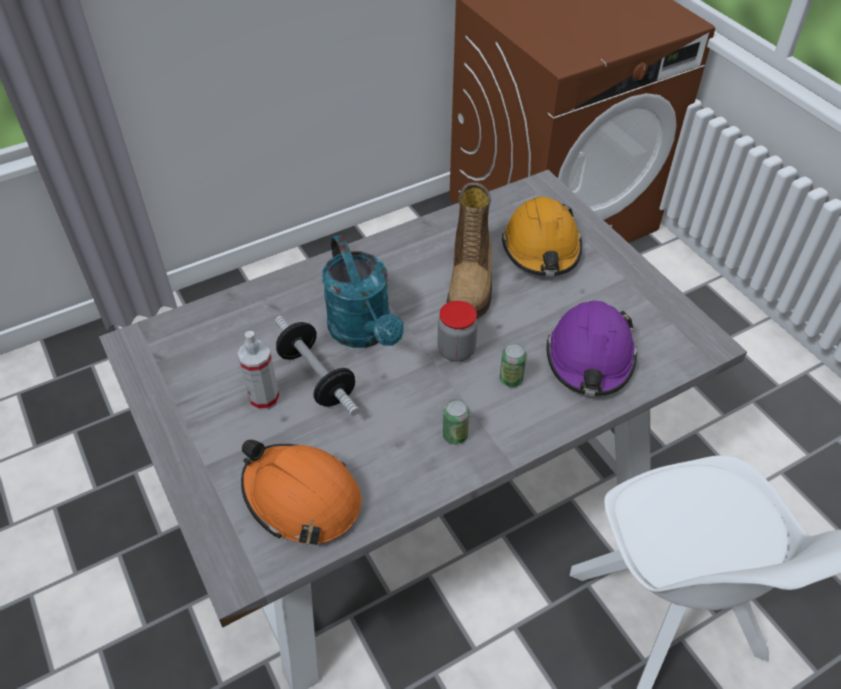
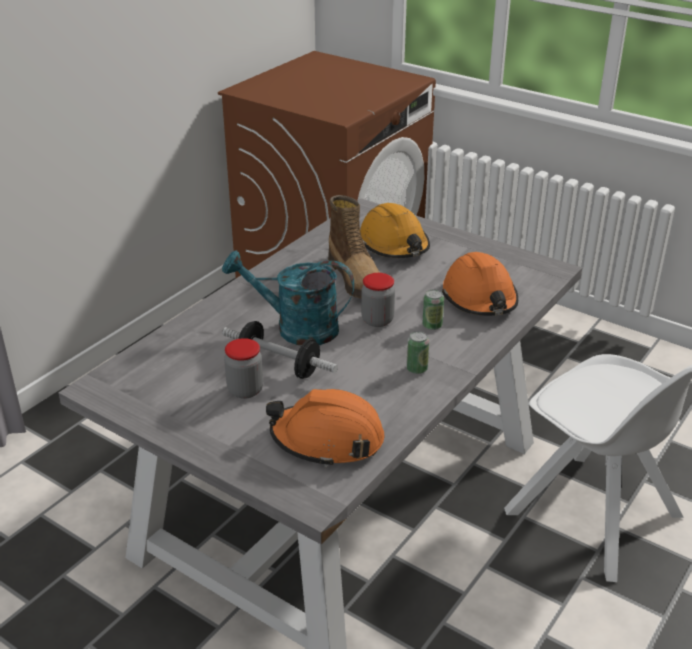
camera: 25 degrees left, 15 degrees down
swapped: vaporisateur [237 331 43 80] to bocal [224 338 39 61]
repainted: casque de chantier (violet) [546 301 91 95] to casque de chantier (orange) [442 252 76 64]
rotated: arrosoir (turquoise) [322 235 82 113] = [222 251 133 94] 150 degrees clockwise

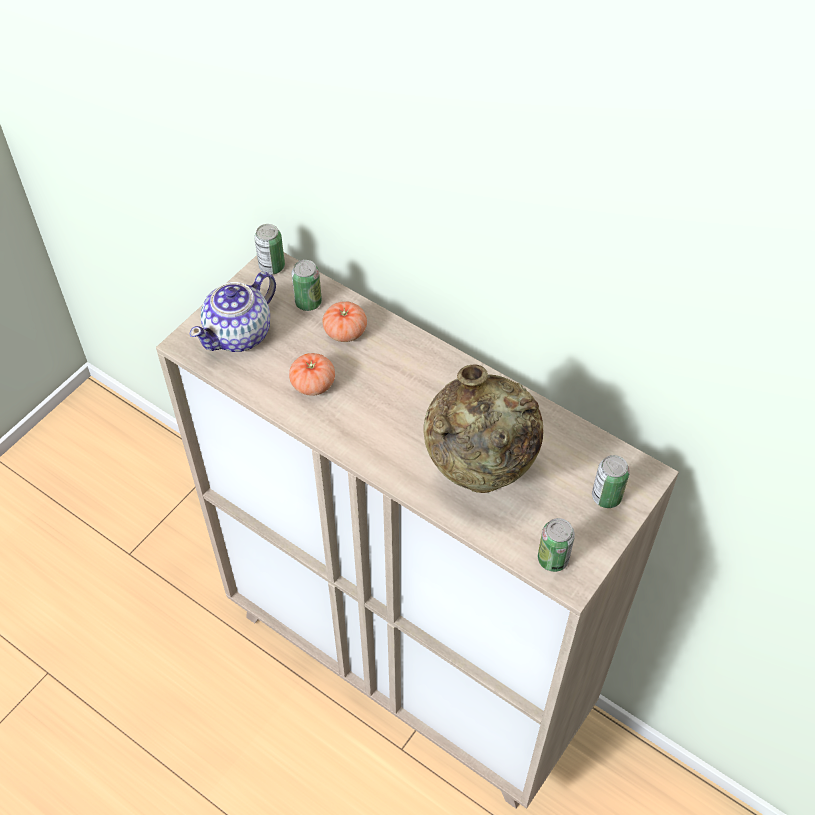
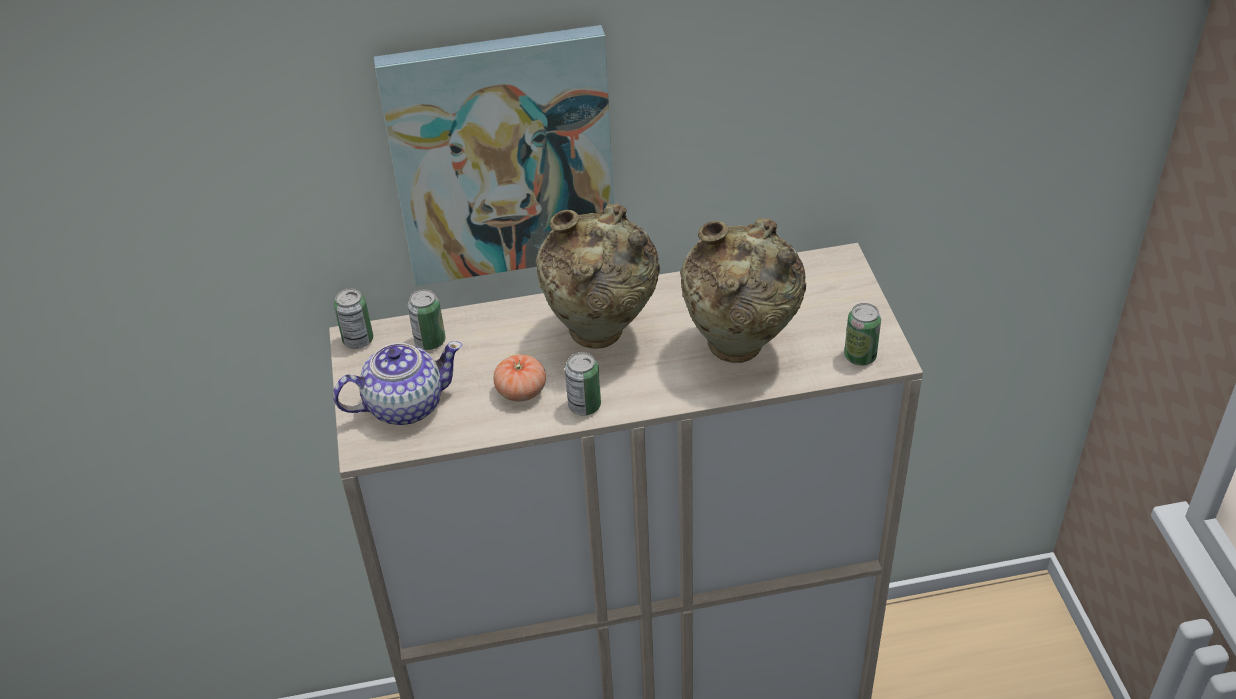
camera: 45 degrees left, 10 degrees down
gone: tomate [322 301 45 41]
new: tableau [374 25 240 261]; vase (beige) [536 203 124 146]
shifted: boîte métallique [592 455 38 53] to [565 352 36 64]
rotated: théière [190 272 86 80] = [333 341 129 84] 105 degrees counterclockwise

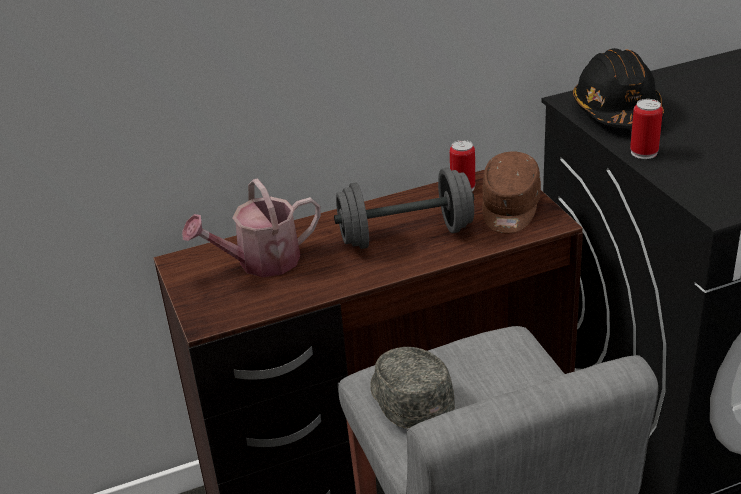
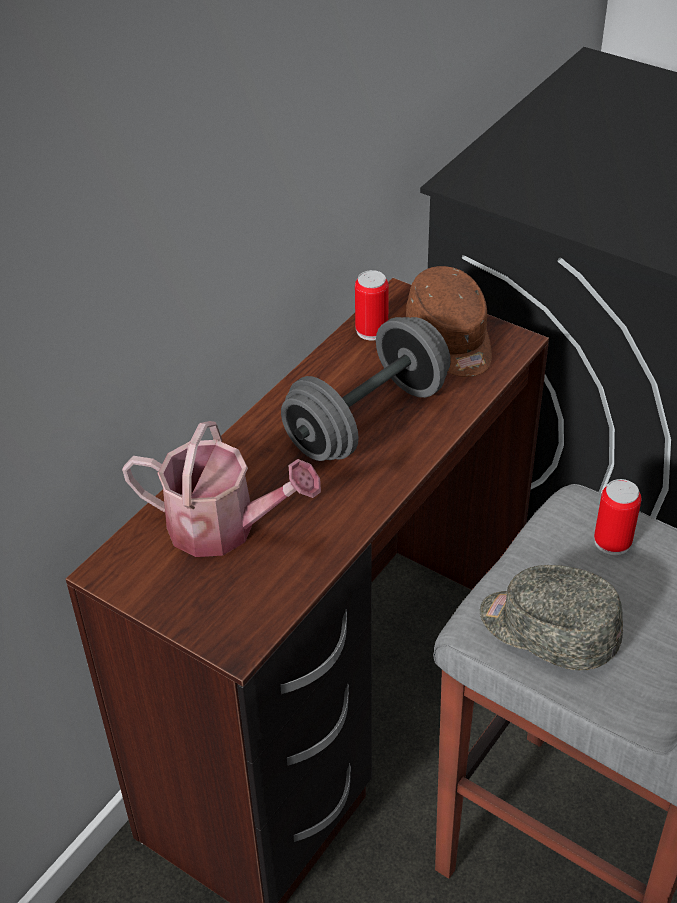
camera: 35 degrees left, 10 degrees up
gone: casque de chantier (noir) [573 48 91 80]
shifted: boîte métallique [630 99 33 60] to [594 479 47 77]
rotated: arrosoir [182 178 139 99] = [122 421 199 136] 105 degrees counterclockwise

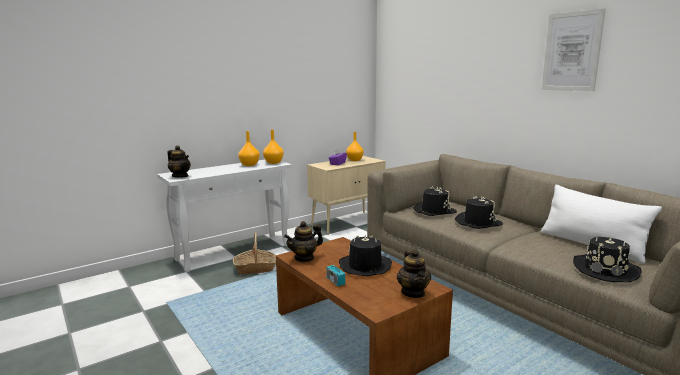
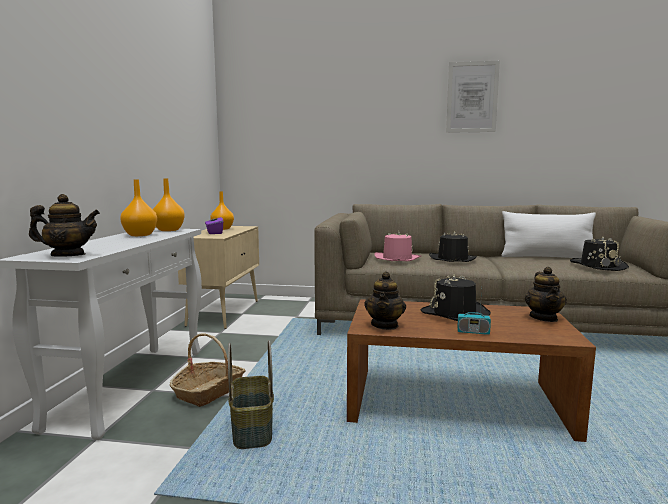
camera: 45 degrees left, 5 degrees down
new: panier [228 340 46 109]
repainted: chapeau (noir) [413 186 44 30] to chapeau (rose) [374 231 47 30]
rotated: théière [397 249 34 49] = [525 267 42 55] 60 degrees clockwise

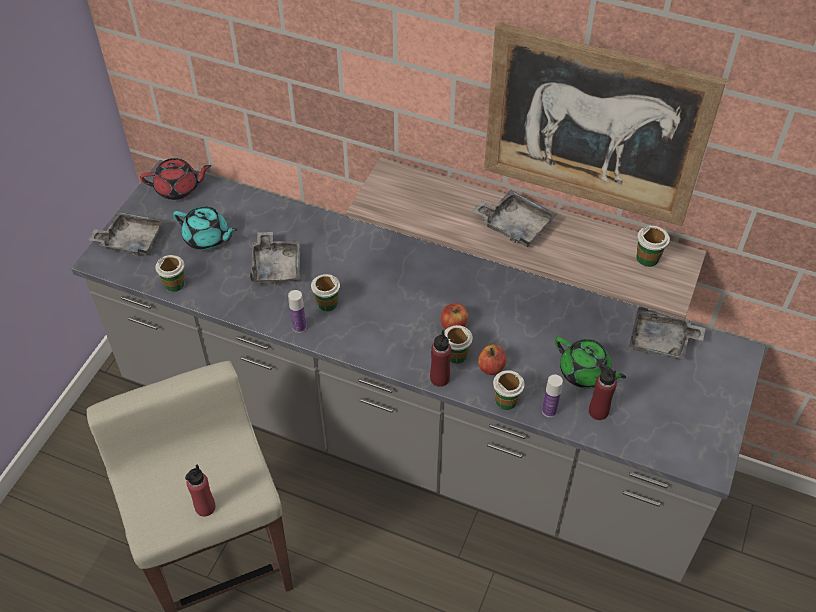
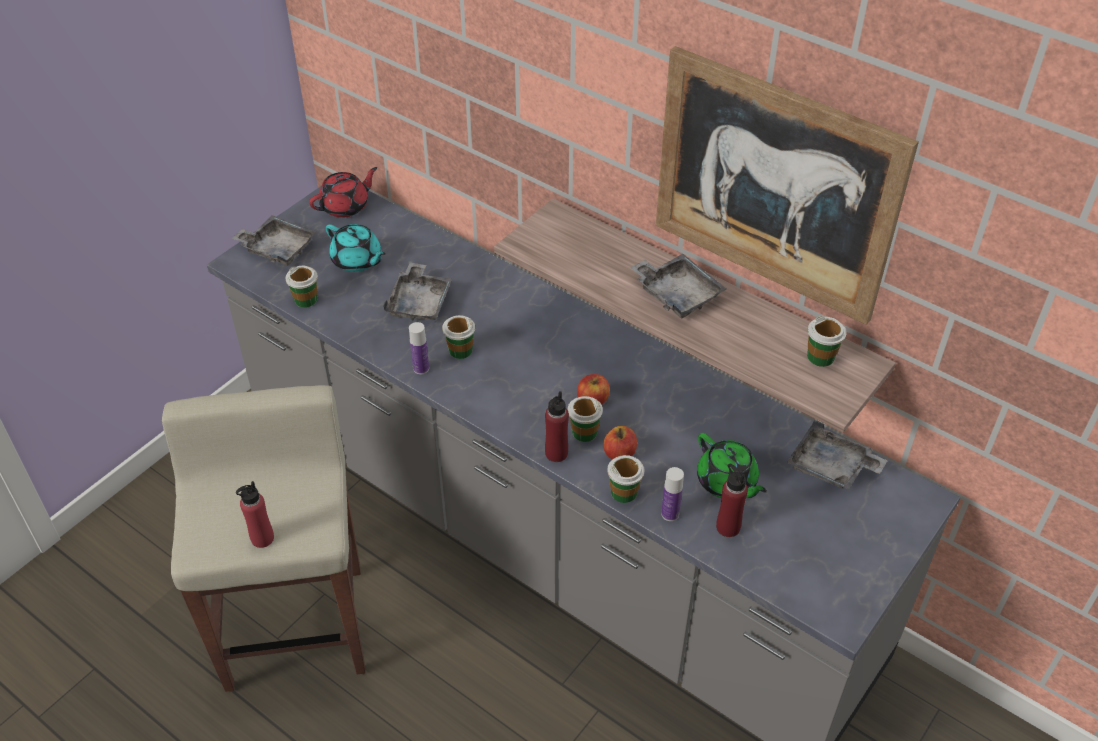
camera: 15 degrees right, 5 degrees down
rotated: théière (rouge) [140 158 71 42] = [309 167 68 51] 45 degrees counterclockwise

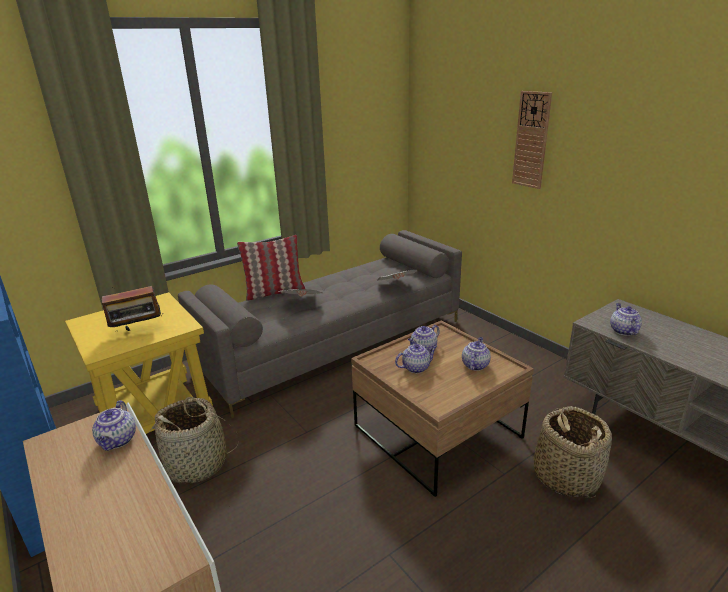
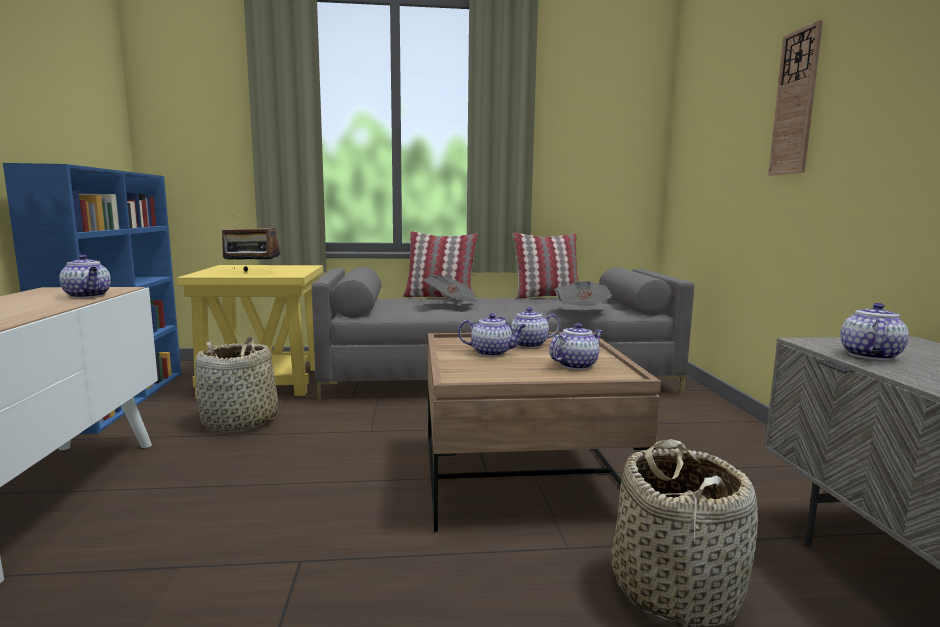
camera: 30 degrees right, 15 degrees down
new: coussin [513 233 65 66]
rotated: théière [92 400 44 51] = [59 254 52 44] 75 degrees counterclockwise

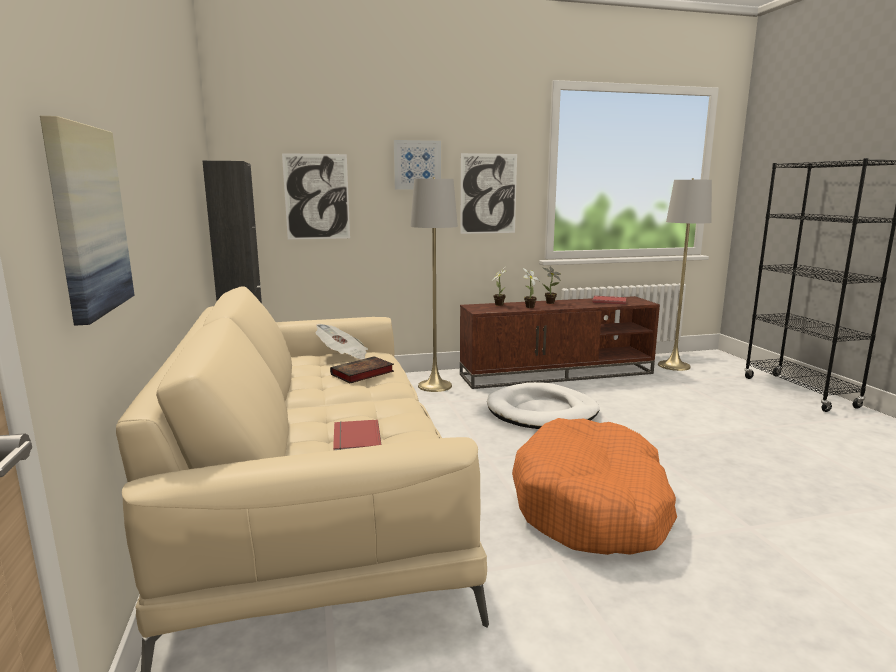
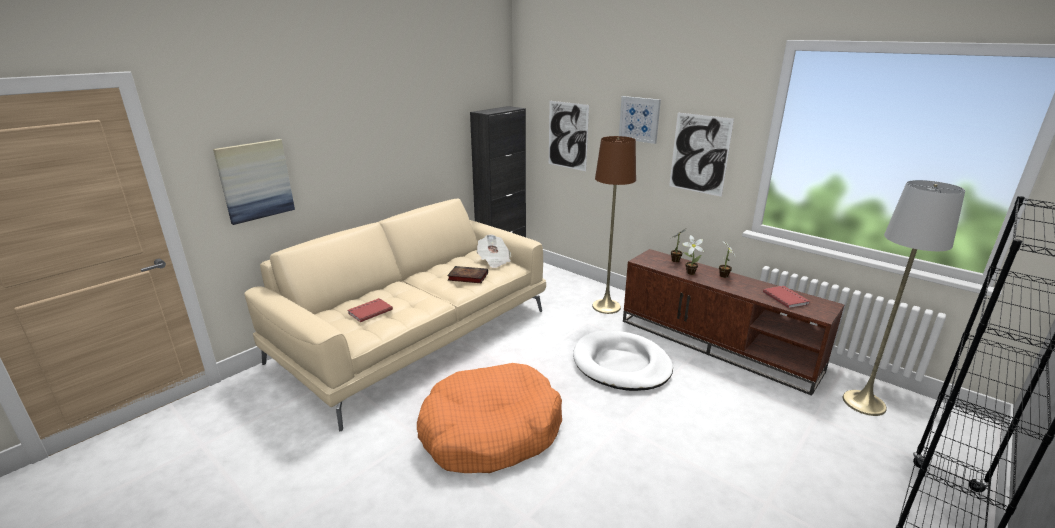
camera: 55 degrees right, 10 degrees up
repainted: lampadaire (gris) [410 177 48 215] to lampadaire (marron) [592 136 44 178]

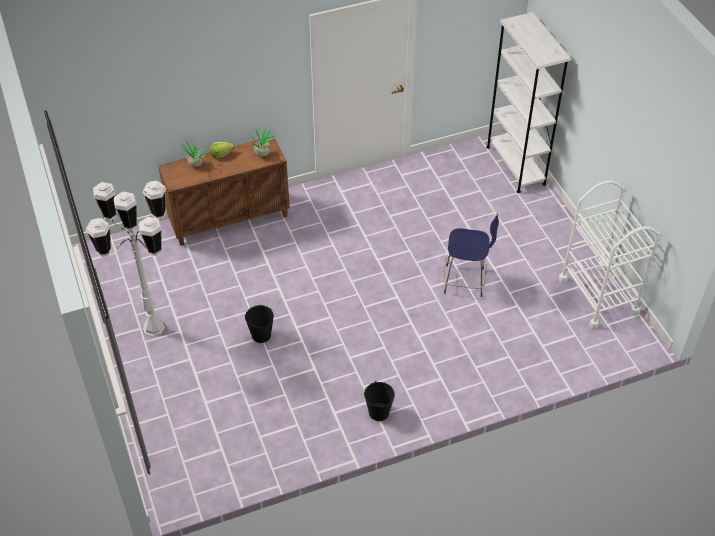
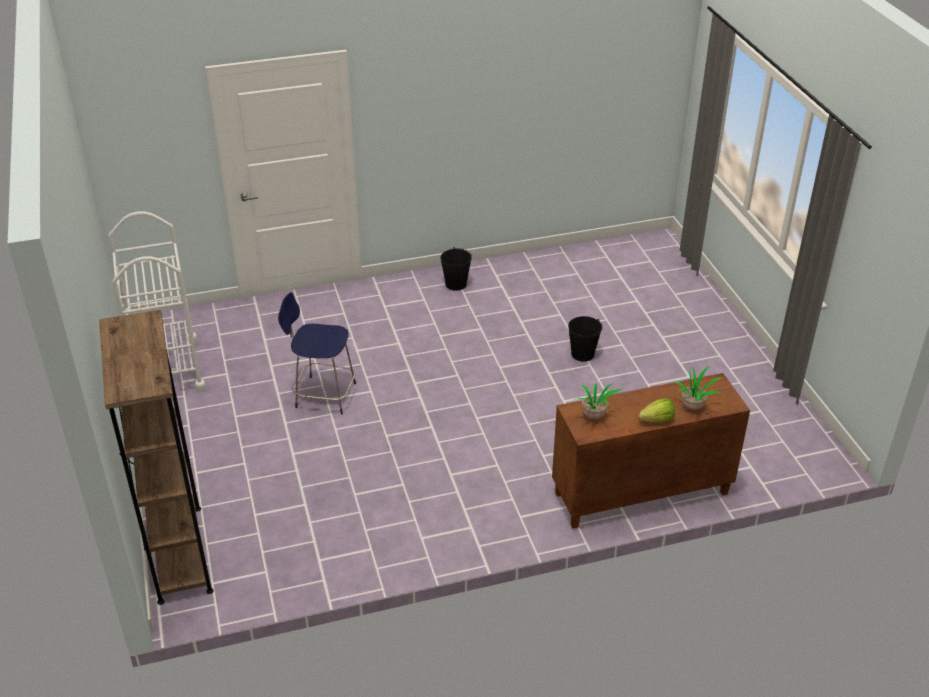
camera: 175 degrees left, 10 degrees down
gone: lampadaire (blanc) [86 181 80 156]
repainted: bibliothèque (blanc) [486 12 85 181] to bibliothèque (marron) [99 310 115 295]

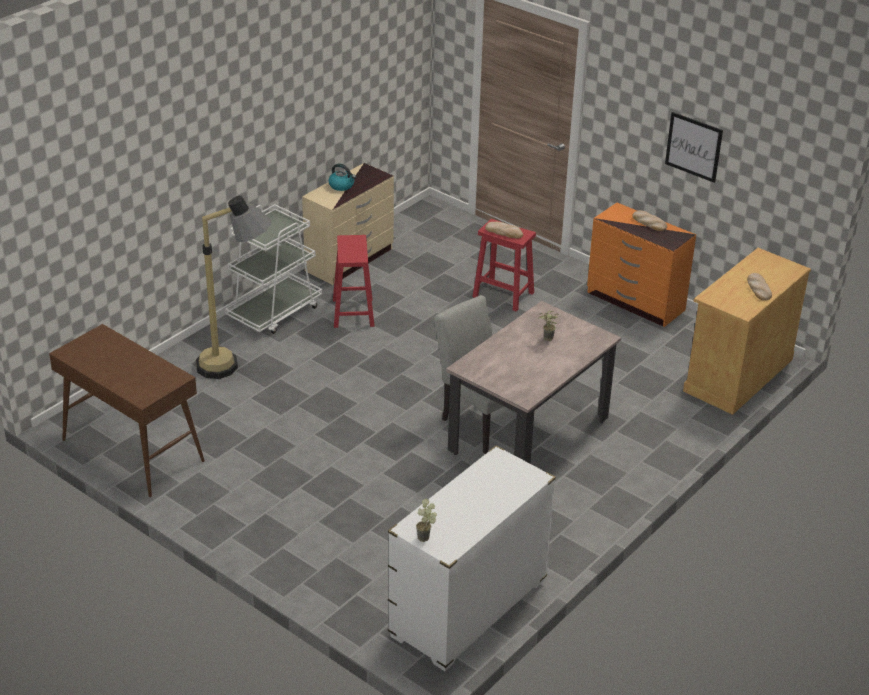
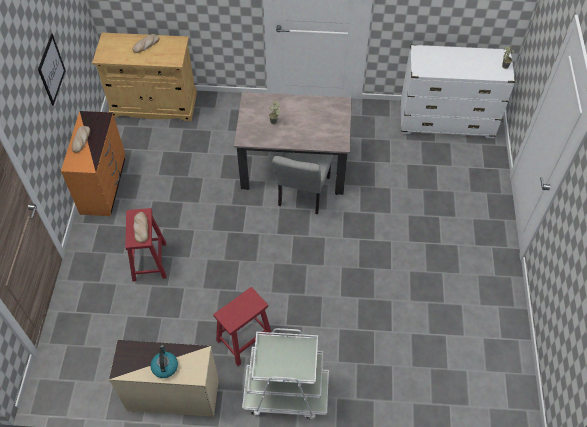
camera: 125 degrees left, 20 degrees up
gone: table console (marron) [49 324 156 173]; lampadaire [196 196 75 183]

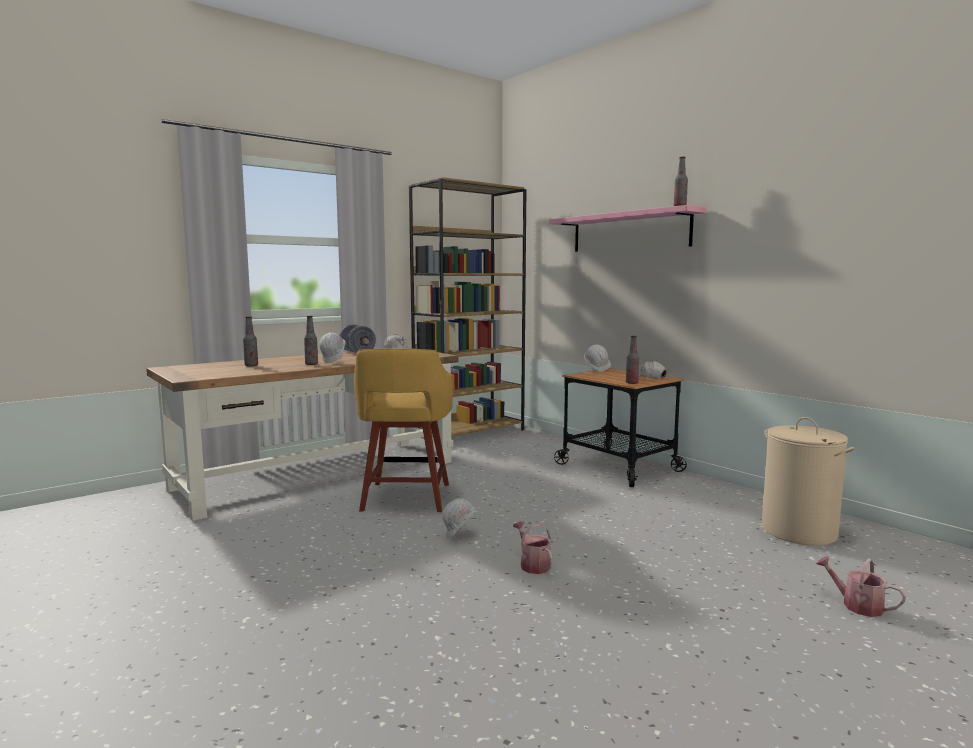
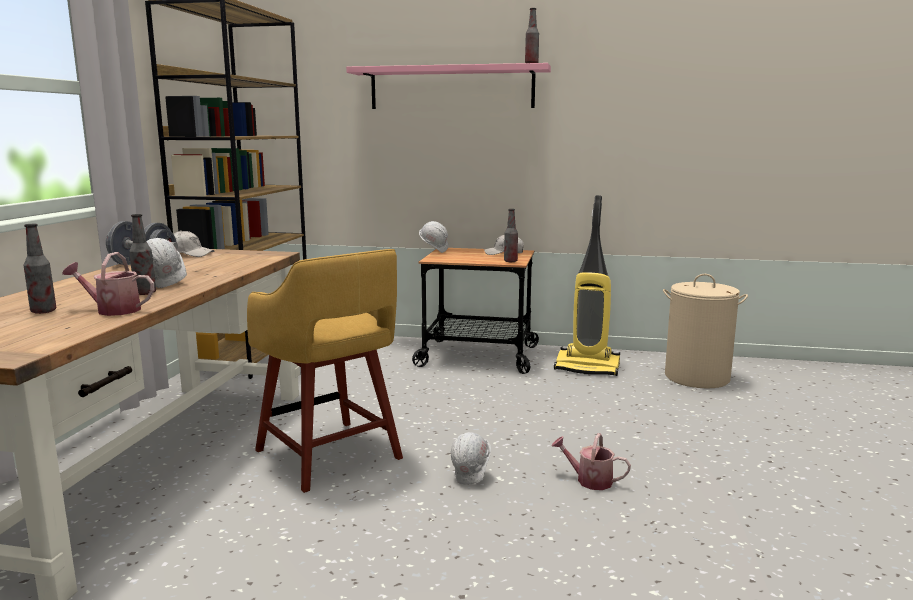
camera: 40 degrees left, 5 degrees up
new: aspirateur [554 195 66 181]
shifted: arrosoir [816 556 90 61] to [62 252 92 64]

